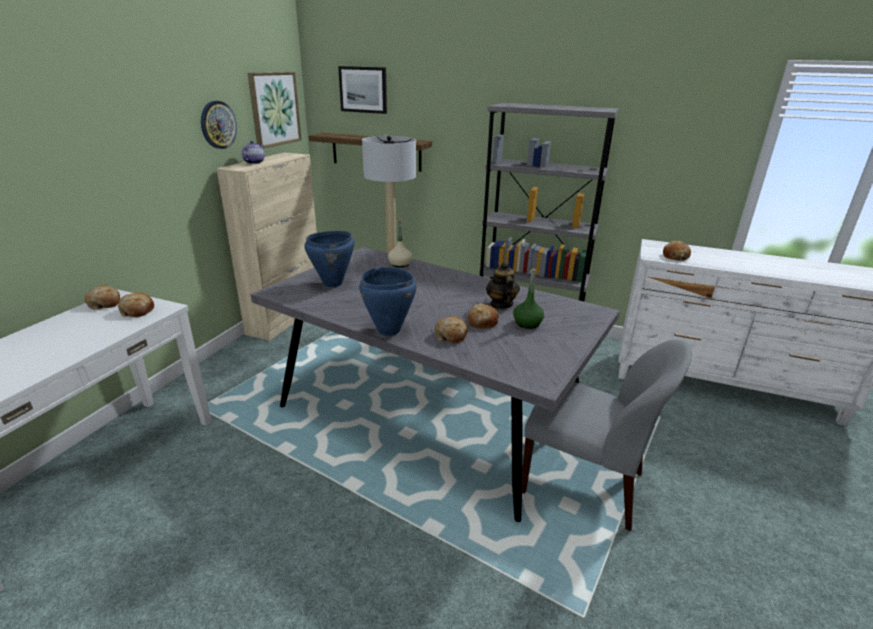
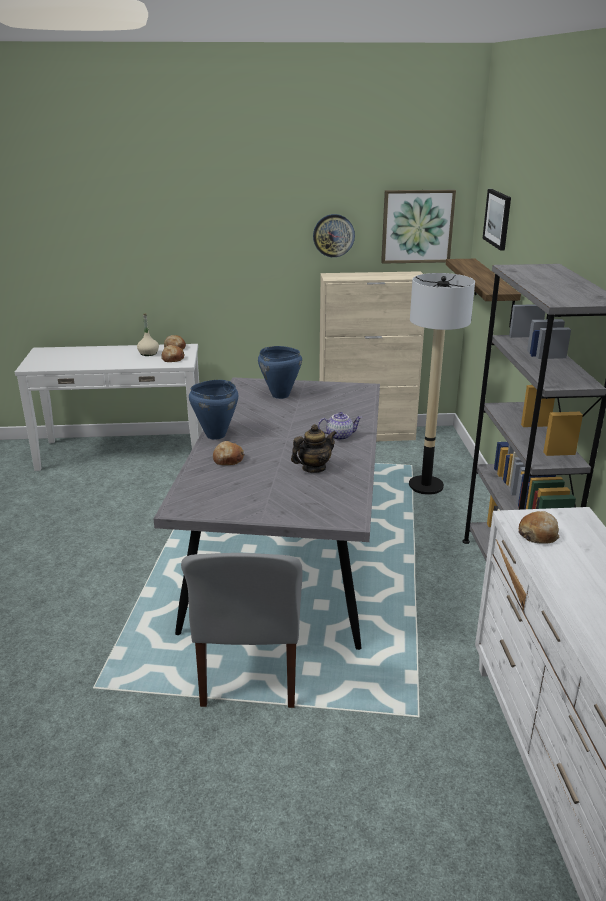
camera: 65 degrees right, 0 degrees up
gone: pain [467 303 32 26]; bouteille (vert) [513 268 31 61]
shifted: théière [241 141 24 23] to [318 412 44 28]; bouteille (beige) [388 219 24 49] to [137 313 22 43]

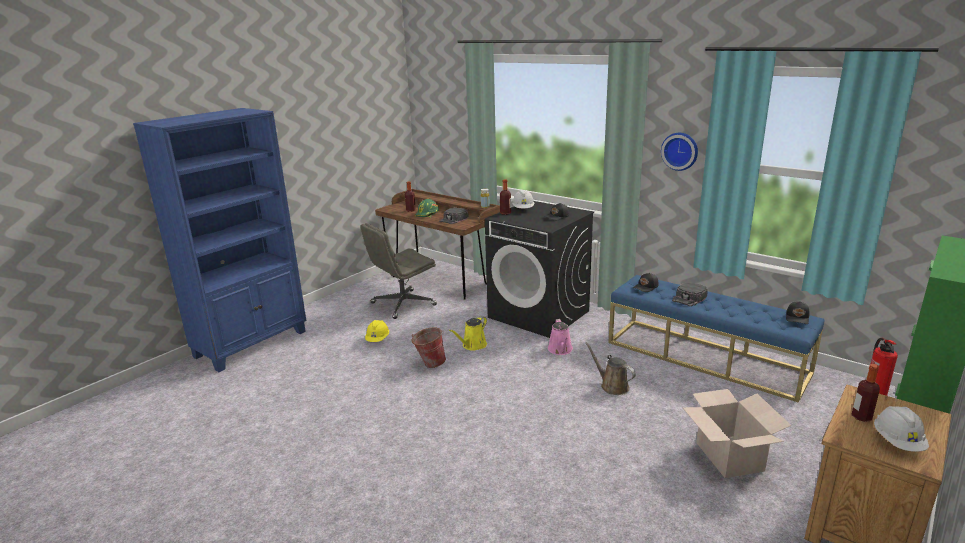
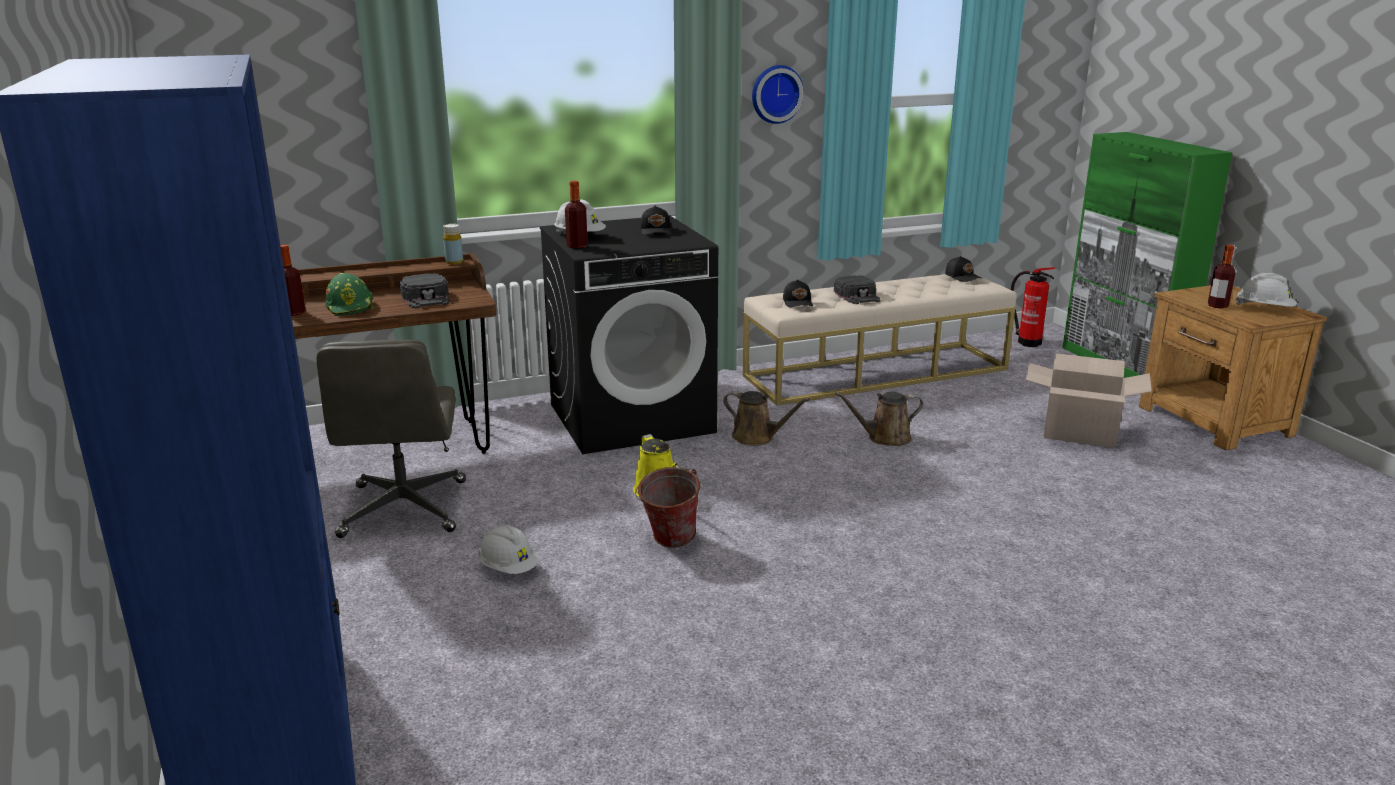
camera: 60 degrees left, 0 degrees up
repainted: casque de chantier (jaune) [365 320 24 22] to casque de chantier (blanc) [478 525 62 49]; arrosoir (rose) [548 319 25 36] to arrosoir (marron) [723 391 87 55]; banc (bleu) [608 275 216 128] to banc (beige) [743 273 274 133]

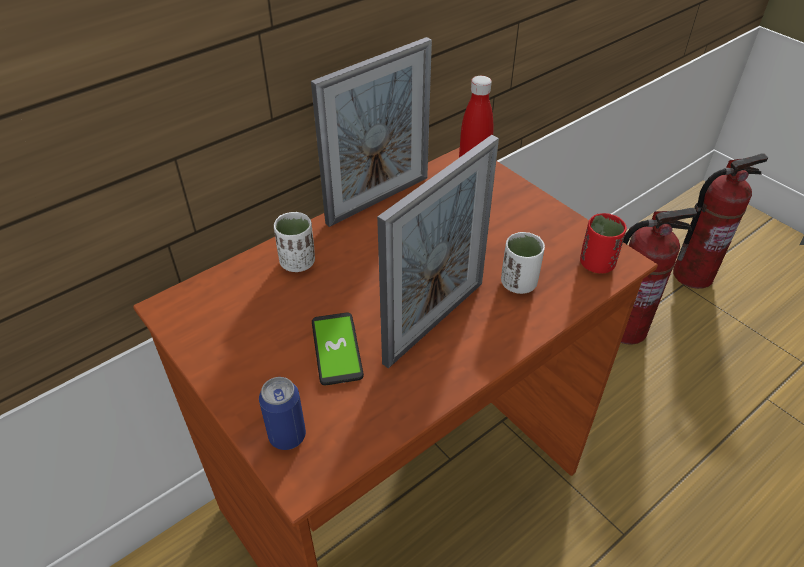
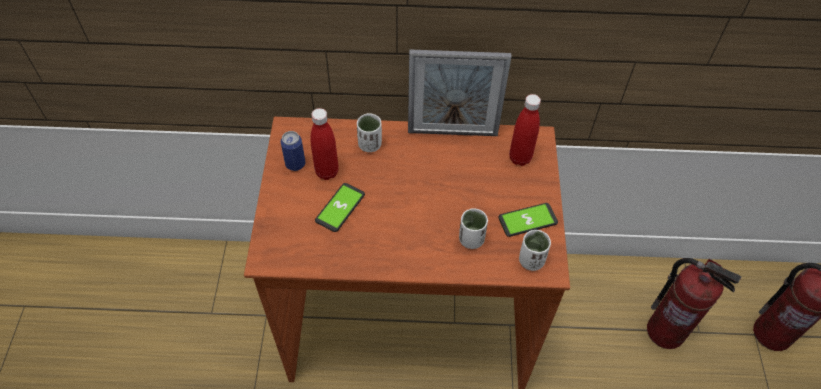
camera: 40 degrees right, 10 degrees up
gone: cadre photo [377 135 122 233]
new: bouteille (rouge) [310 108 29 72]; téléphone [498 203 60 34]
shifted: boîte métallique [259 377 47 73] to [281 131 24 40]
repainted: tasse (rouge) [580 213 47 60] to tasse (blanc) [519 230 32 41]

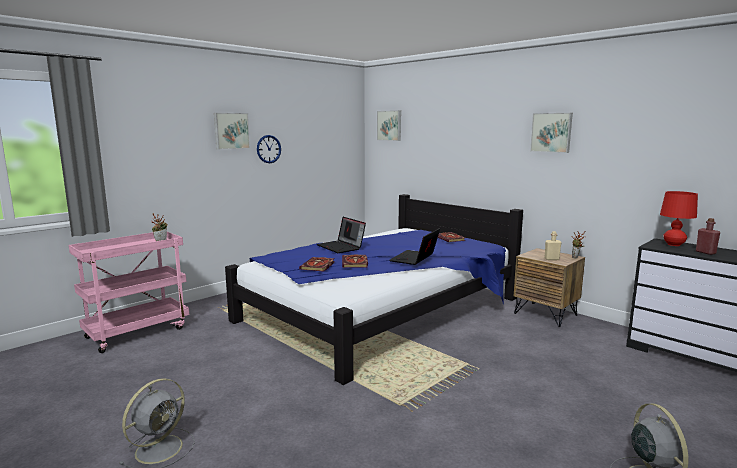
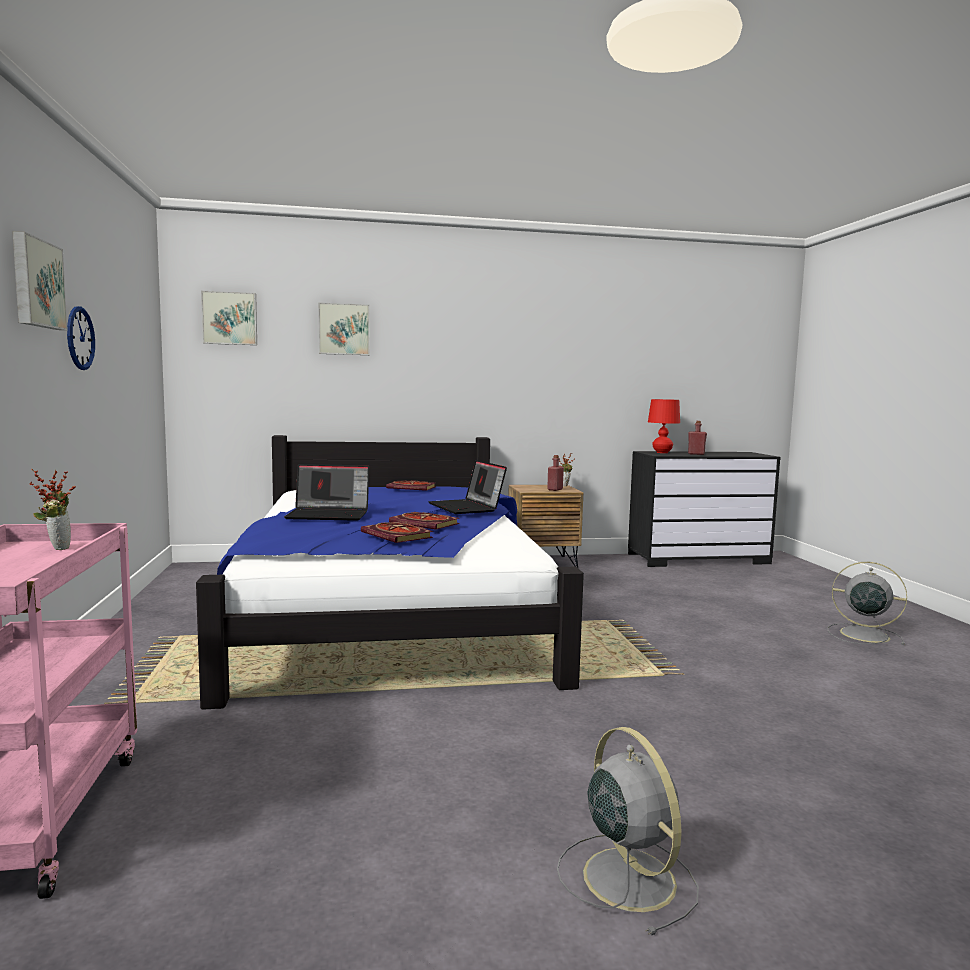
camera: 55 degrees left, 5 degrees down
shifted: tableau [530 113 43 40] to [318 302 52 53]
repainted: bouteille (beige) [544 231 17 29] to bouteille (rouge) [547 455 17 36]

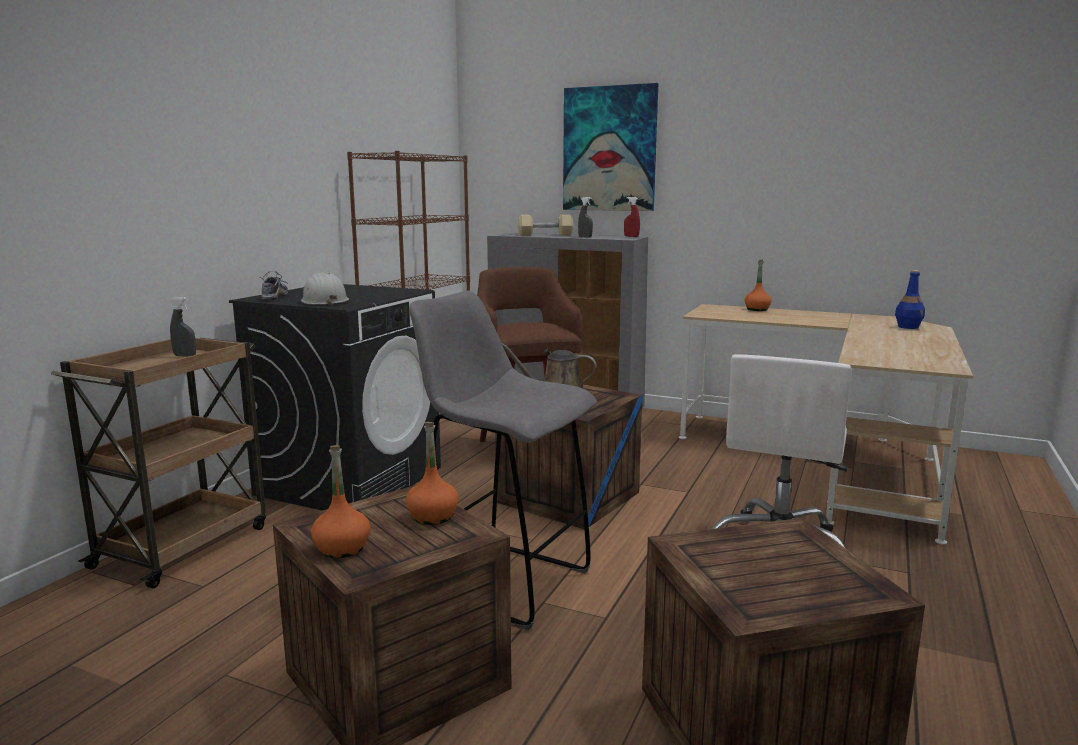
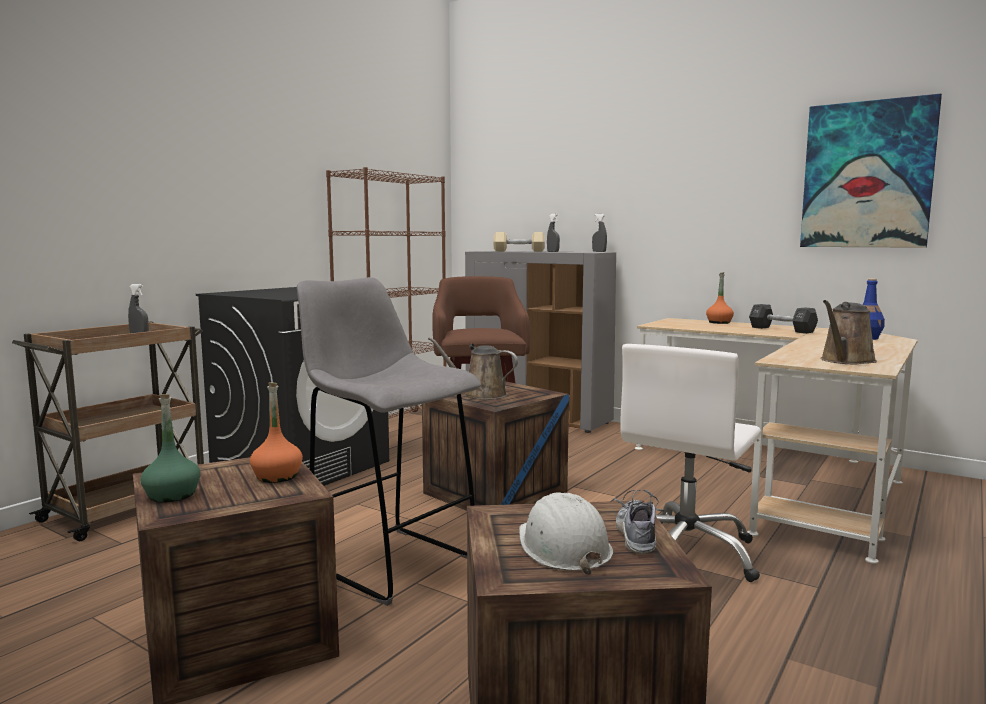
camera: 10 degrees right, 5 degrees down
new: haltère (noir) [749 304 69 30]; arrosoir (marron) [820 300 57 64]
shifted: chaussure [260 271 28 29] to [612 490 52 64]; casque de chantier (blanc) [301 272 48 34] to [519 493 94 82]; tableau [563 83 95 128] to [800 94 142 154]
repainted: bouteille (orange) [311 445 59 113] to bouteille (vert) [141 394 59 109]; vaporisateur (rouge) [624 197 16 40] to vaporisateur (gris) [592 214 15 38]

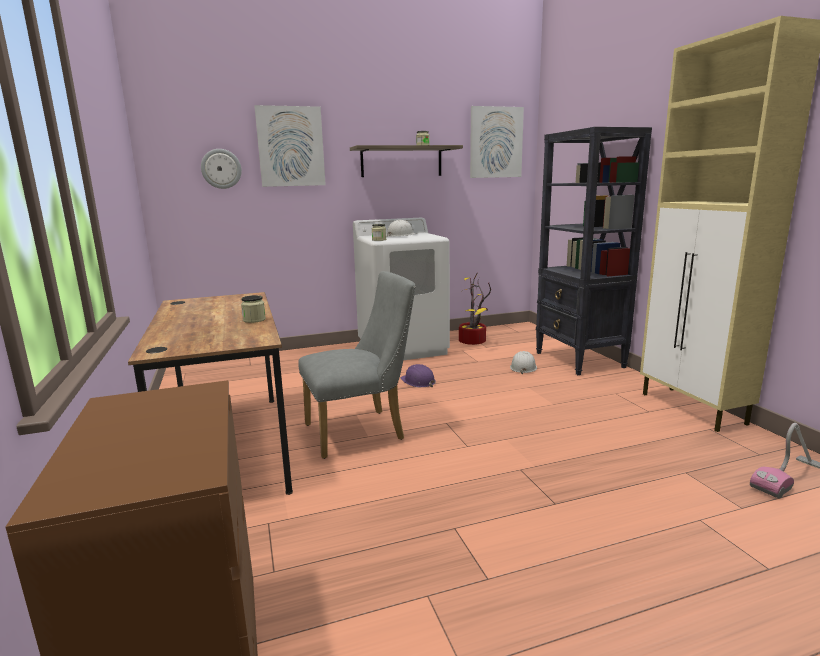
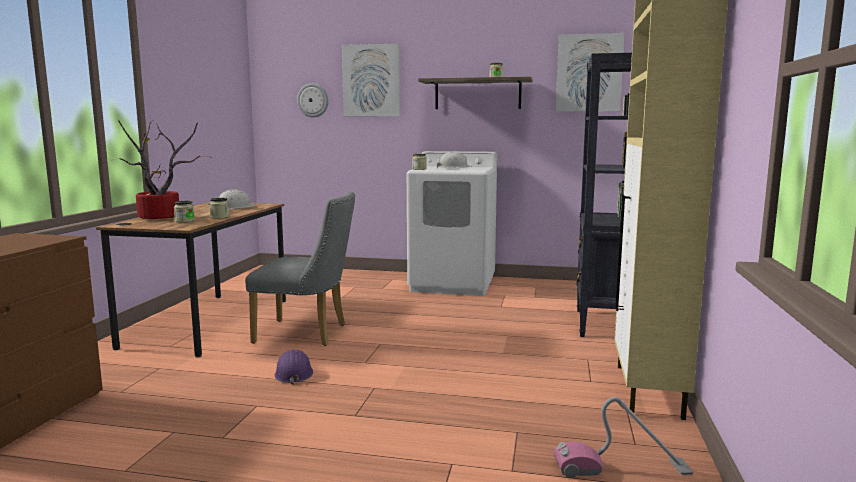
camera: 30 degrees right, 5 degrees down
new: bocal [174 201 21 22]
shifted: casque de chantier (violet) [400 364 36 23] to [275 349 38 36]; plante en pot [459 272 32 73] to [100 121 109 98]; casque de chantier (blanc) [510 351 27 23] to [219 189 38 20]

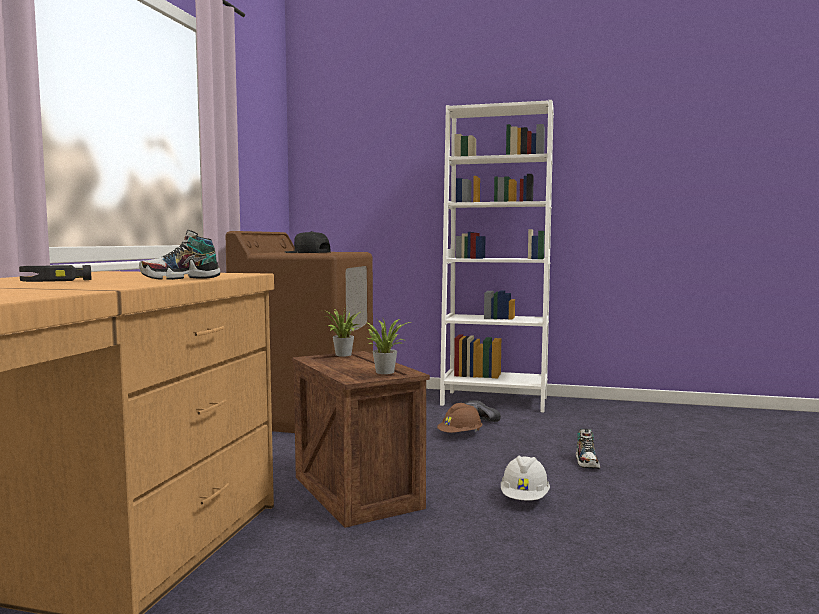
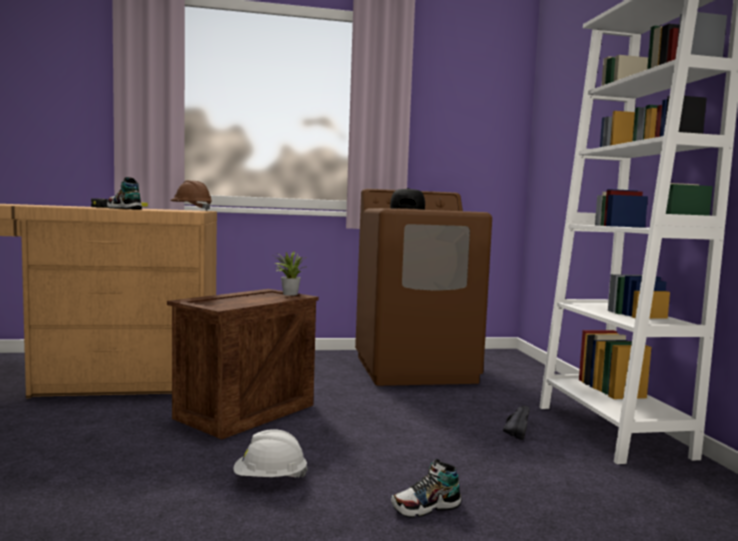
camera: 65 degrees right, 0 degrees up
gone: plante en pot [366 317 46 57]
shifted: casque de chantier (marron) [437 403 45 30] to [170 180 42 31]

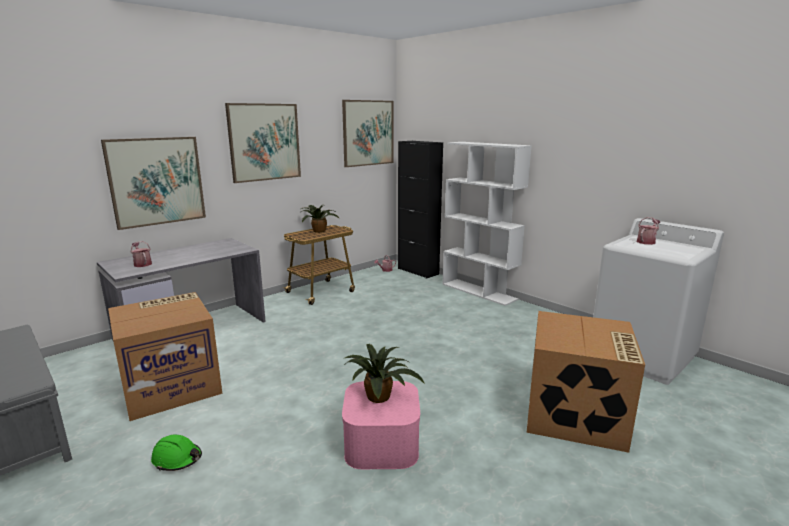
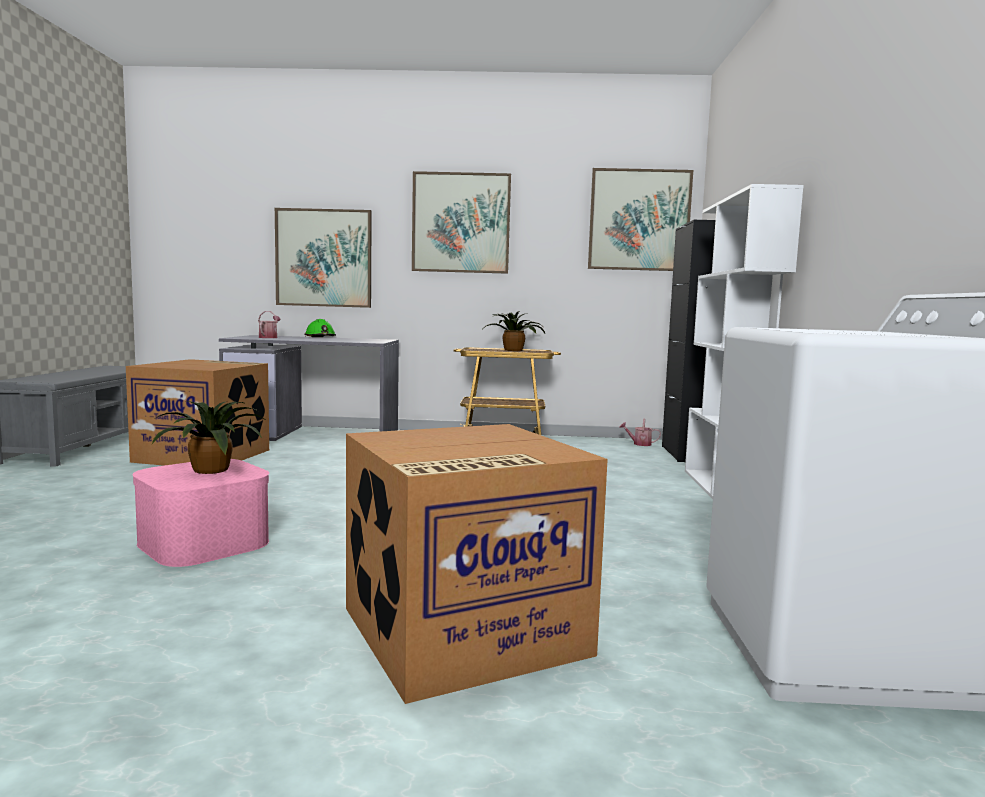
camera: 45 degrees right, 10 degrees down
gone: arrosoir [637 217 23 28]
shifted: casque de chantier (vert) [151 434 51 37] to [304 319 32 18]

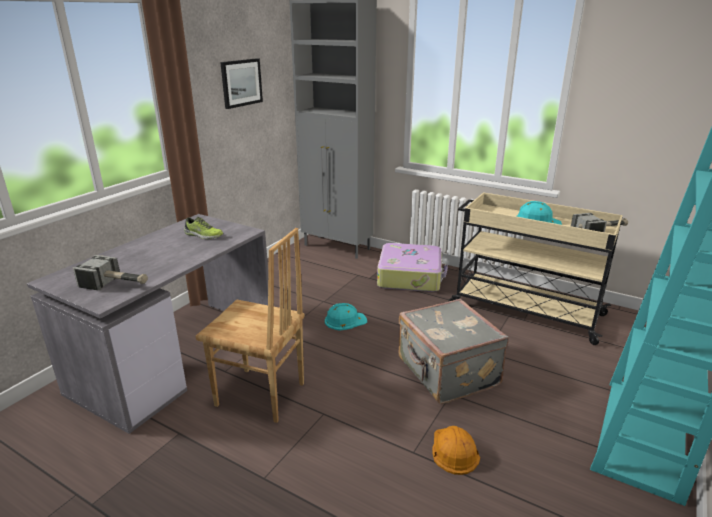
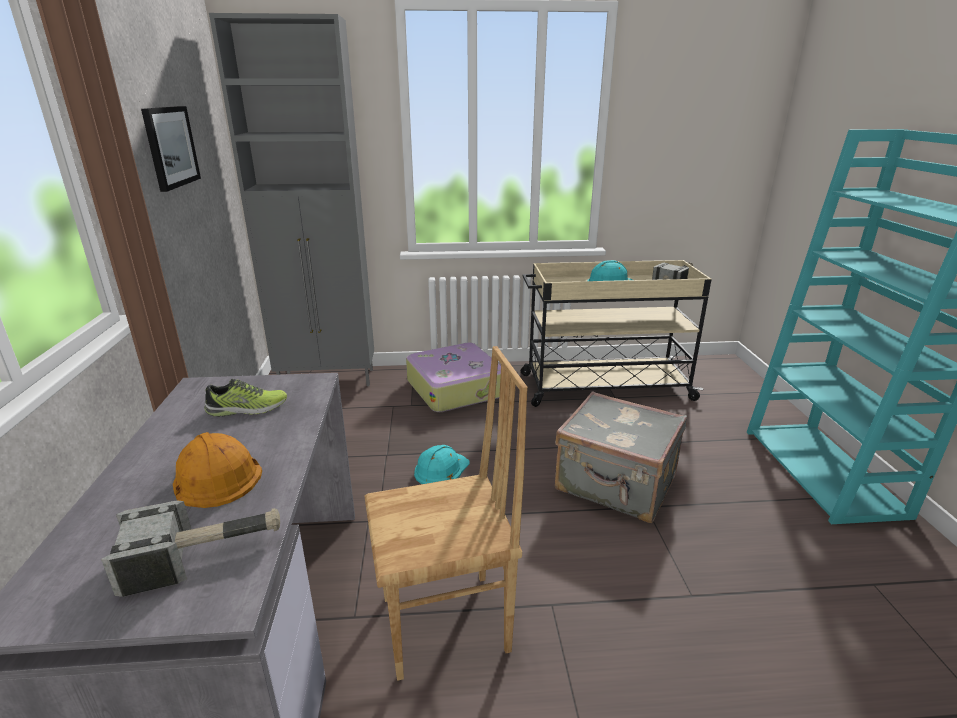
camera: 35 degrees left, 0 degrees up
shifted: casque de chantier (orange) [432 426 48 49] to [173 432 89 76]

